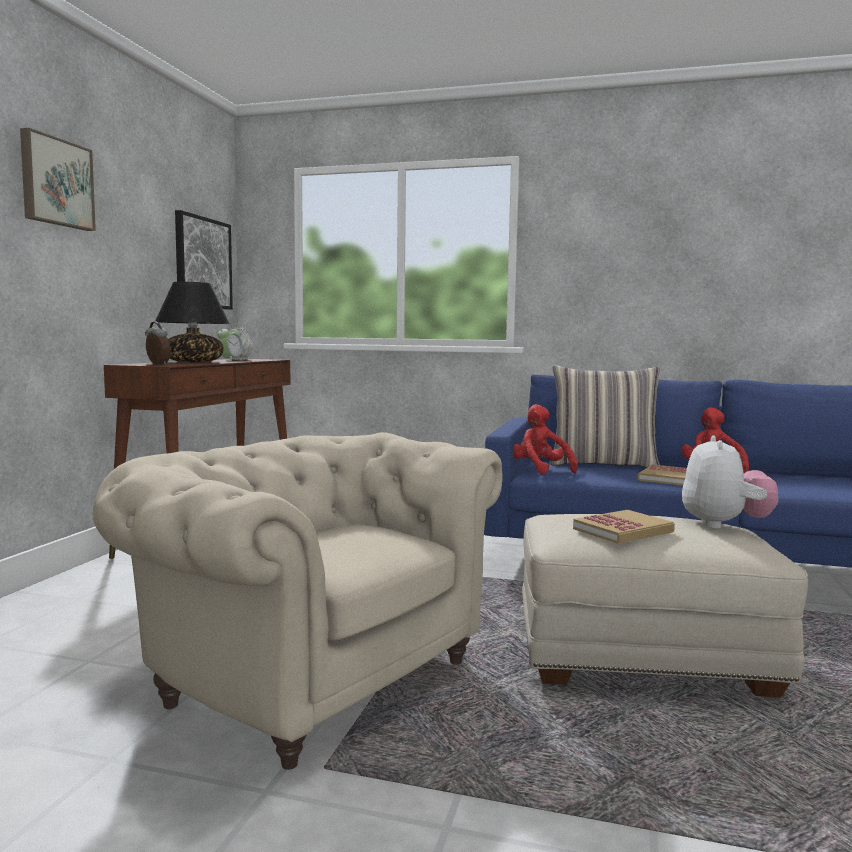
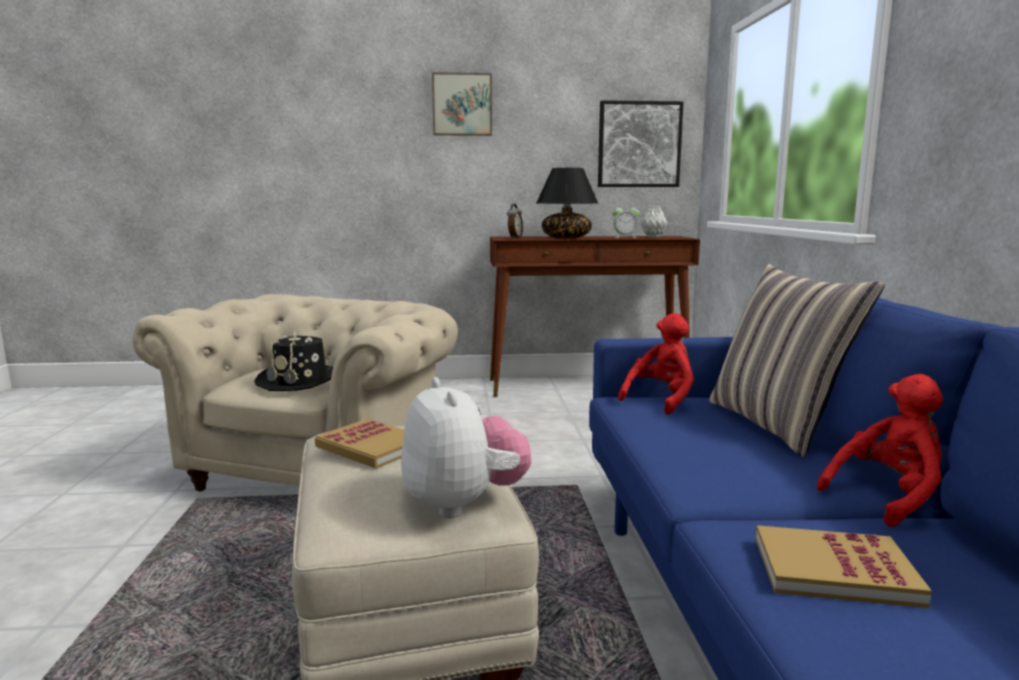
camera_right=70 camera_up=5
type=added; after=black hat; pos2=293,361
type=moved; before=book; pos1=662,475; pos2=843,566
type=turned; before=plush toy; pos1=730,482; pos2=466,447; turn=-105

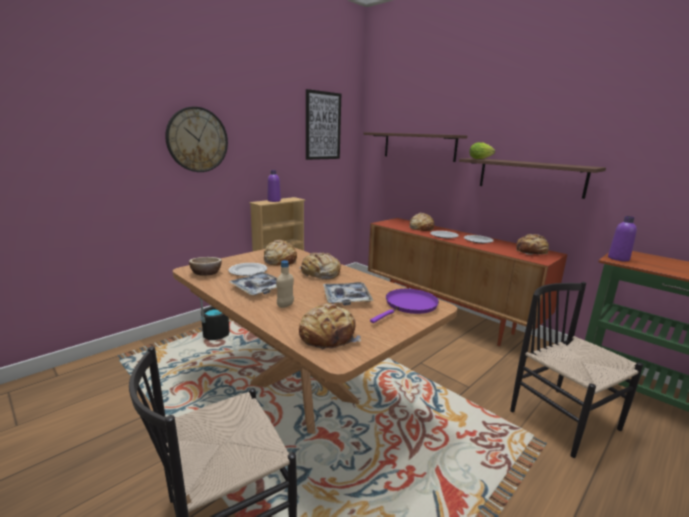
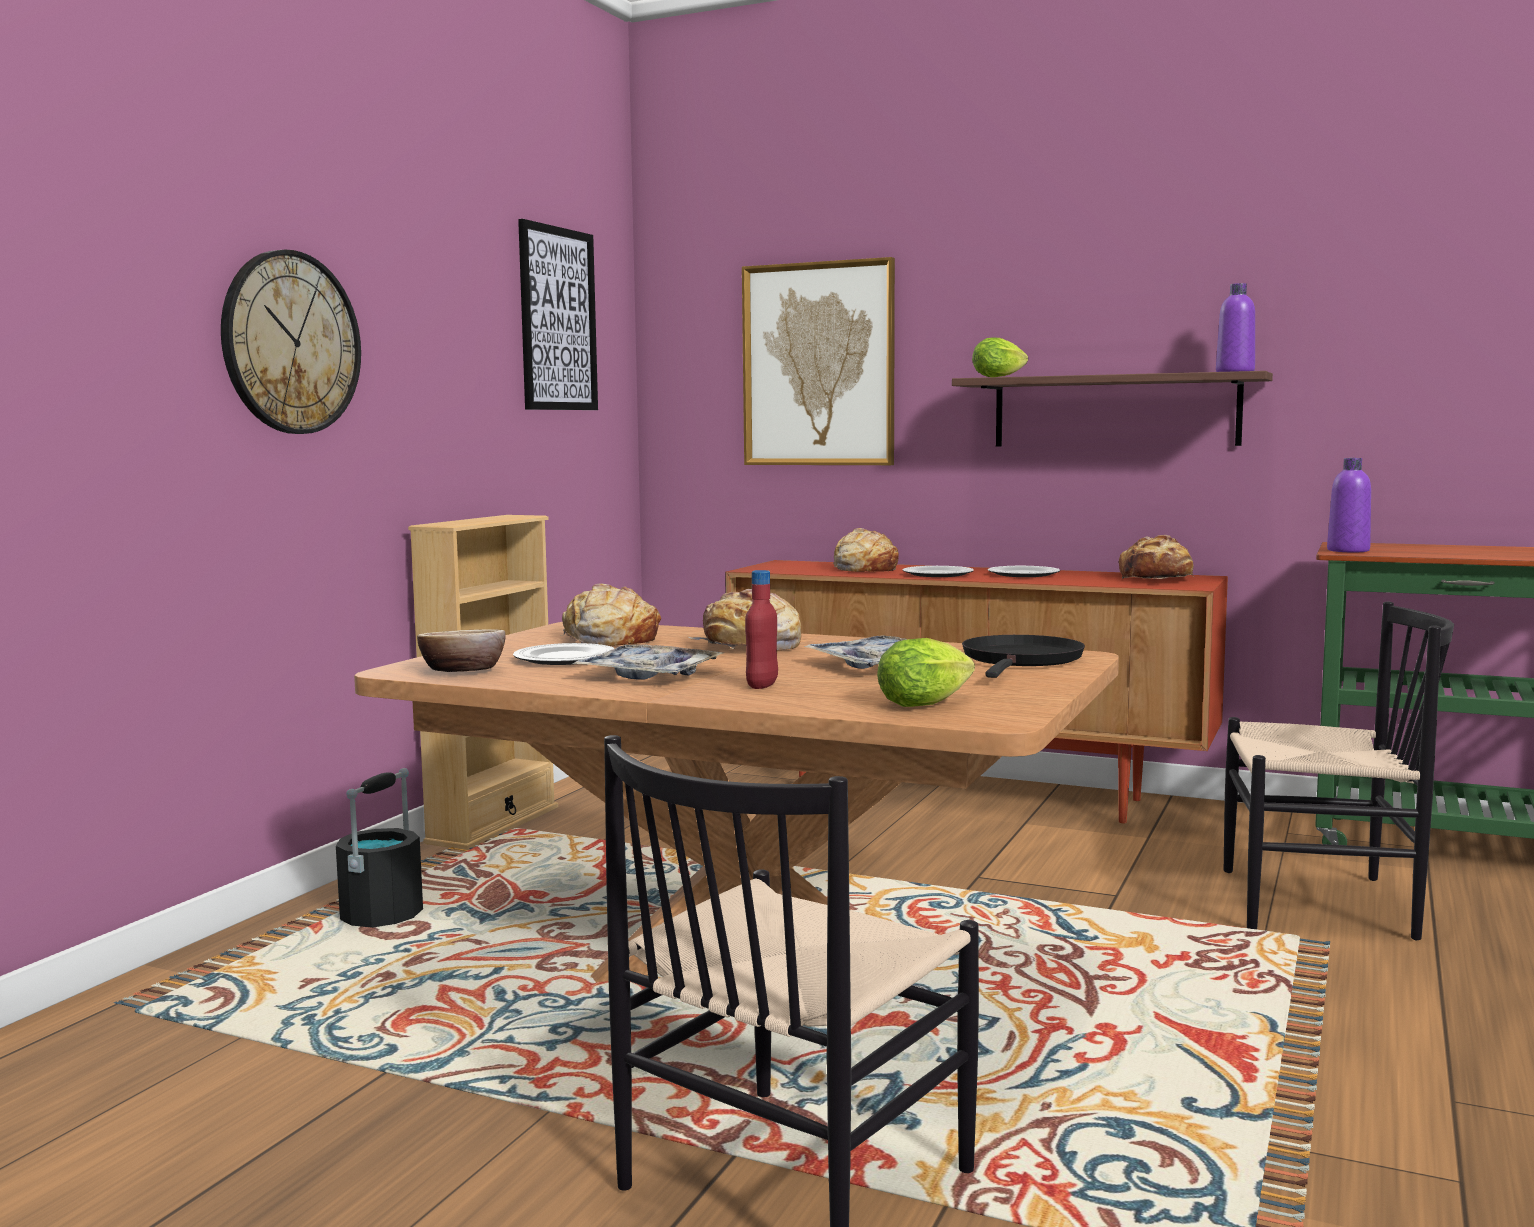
camera_right=-20 camera_up=-10
type=moved; before=purple bottle; pos1=274,186; pos2=1235,327
type=replaced; before=bread; after=lettuce; pos1=330,326; pos2=926,672
type=replaced; before=shelf; after=picture; pos1=415,147; pos2=818,361
type=recoloured; before=beige bottle; after=red bottle; pos1=285,284; pos2=761,629
type=recoloured; before=purple frying pan; after=black frying pan; pos1=404,306; pos2=1023,656
type=turned; before=black chair; pos1=576,370; pos2=1339,771; turn=150

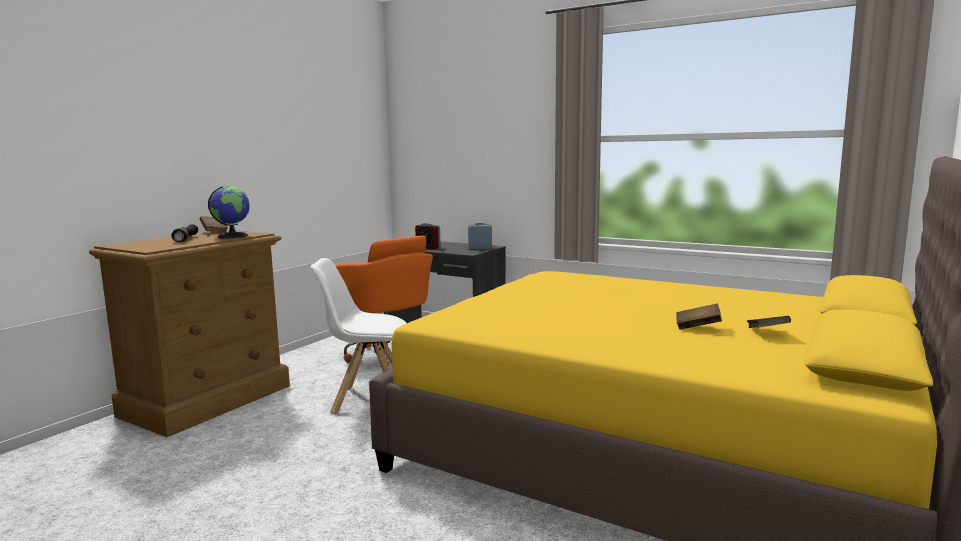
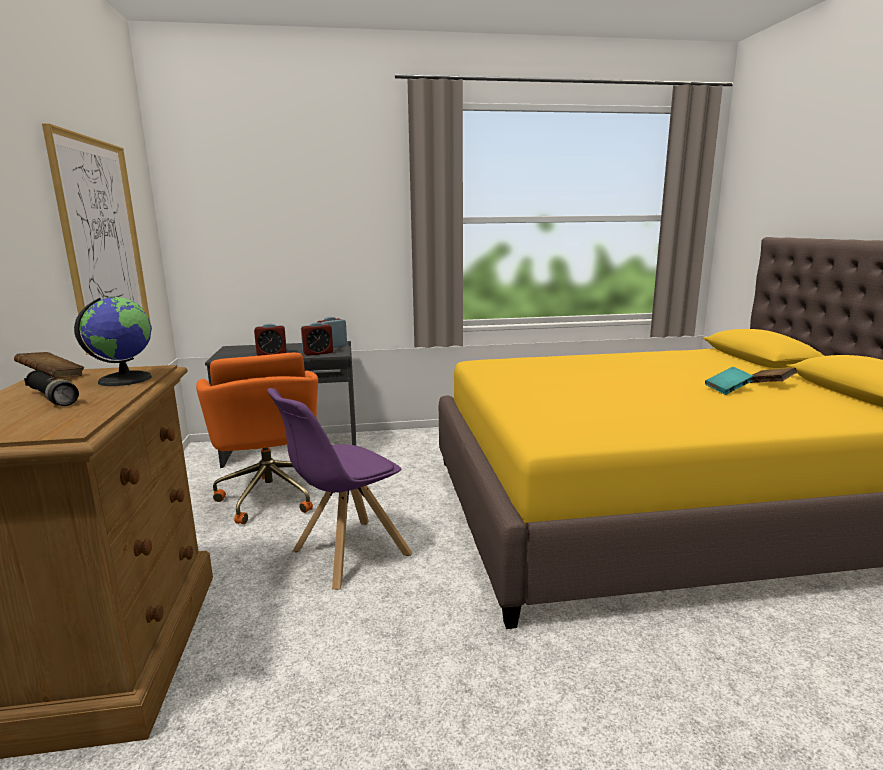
camera_right=-40 camera_up=5
type=added; after=picture; pos2=96,239
type=added; after=alarm clock; pos2=317,339
type=recoloured; before=white chair; after=purple chair; pos1=359,336; pos2=339,489
type=recoloured; before=brown book; after=turquoise book; pos1=699,316; pos2=729,381
type=turned; before=orange office chair; pos1=383,300; pos2=257,438; turn=60

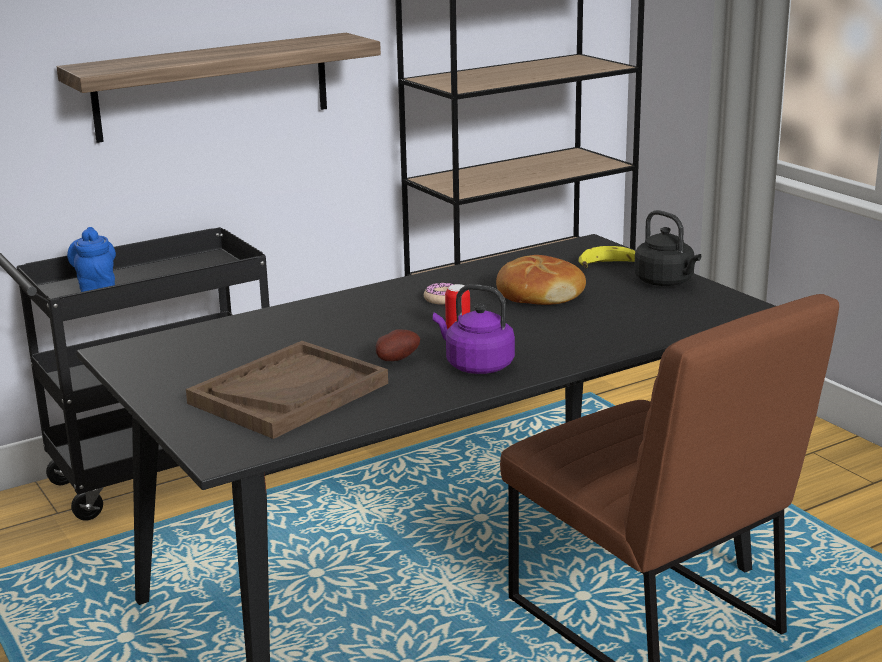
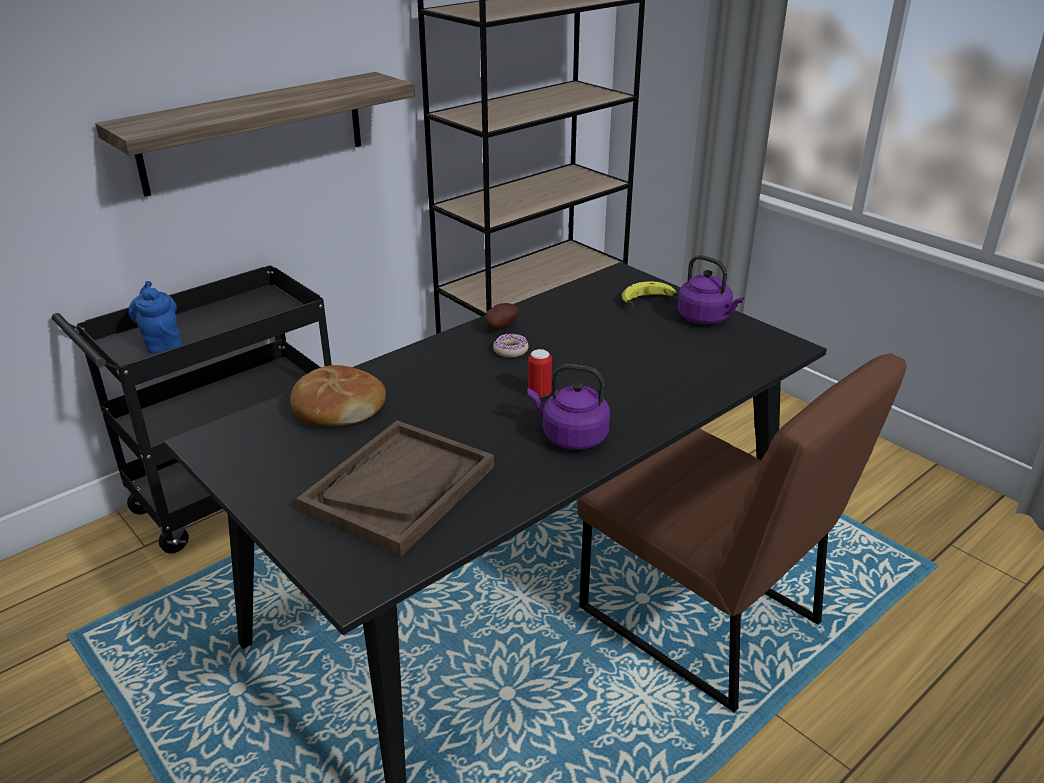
camera_right=-10 camera_up=10
type=moved; before=potato; pos1=398,345; pos2=502,316
type=moved; before=bread; pos1=541,280; pos2=338,395
type=recoloured; before=black kettle; after=purple kettle; pos1=667,248; pos2=710,290

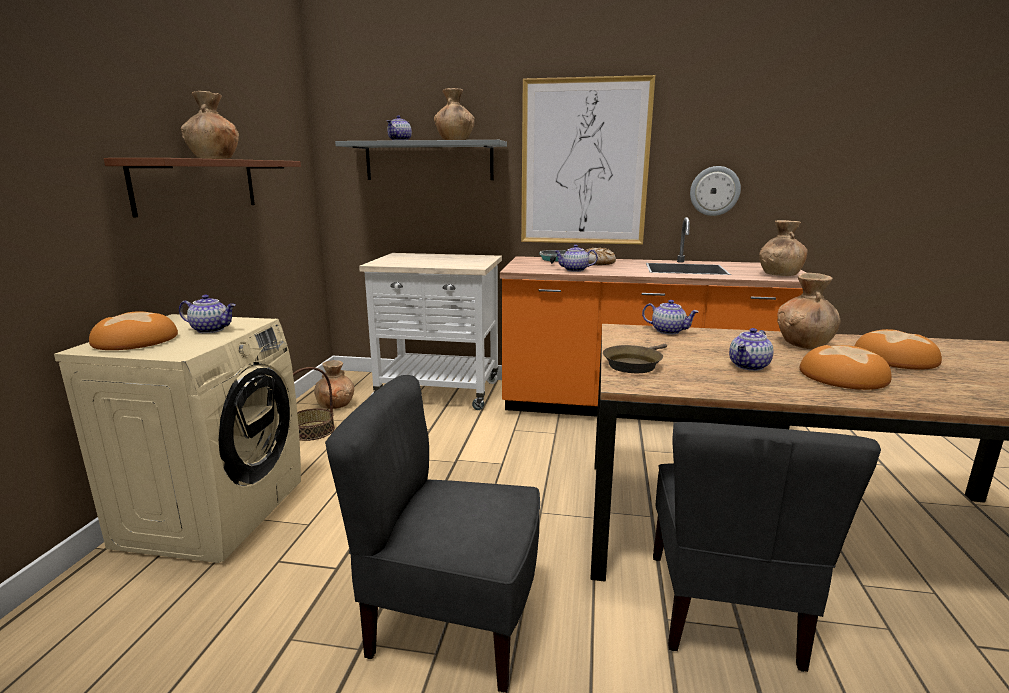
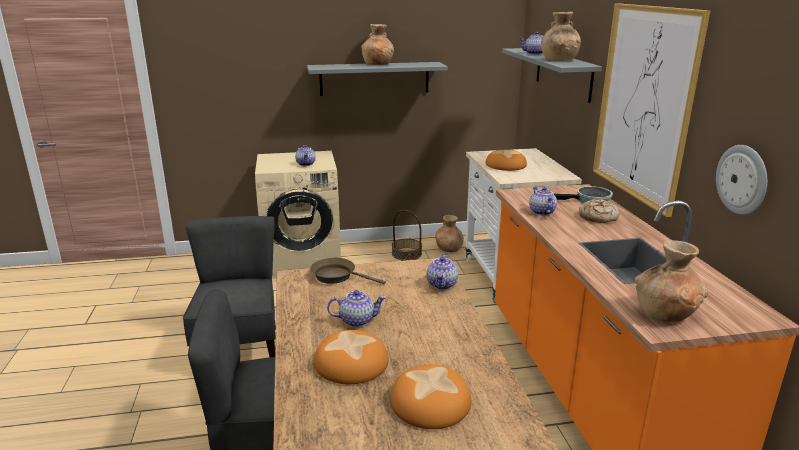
camera_right=70 camera_up=5
type=removed; before=brown vase; pos1=809,311
type=moved; before=bread; pos1=133,330; pos2=506,160
type=recoloured; before=brown shelf; after=grey shelf; pos1=202,188; pos2=377,79
type=turned; before=teapot; pos1=751,349; pos2=356,308; turn=150

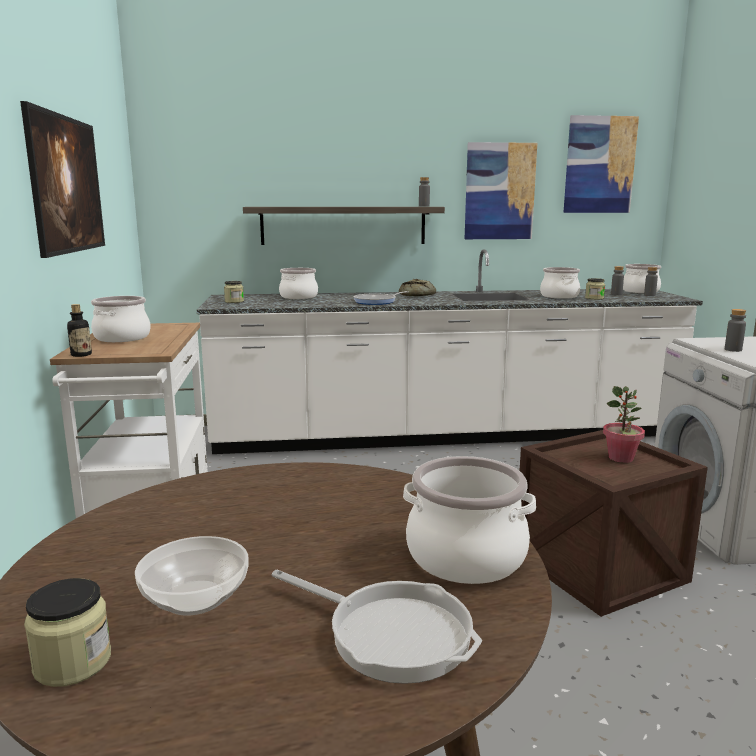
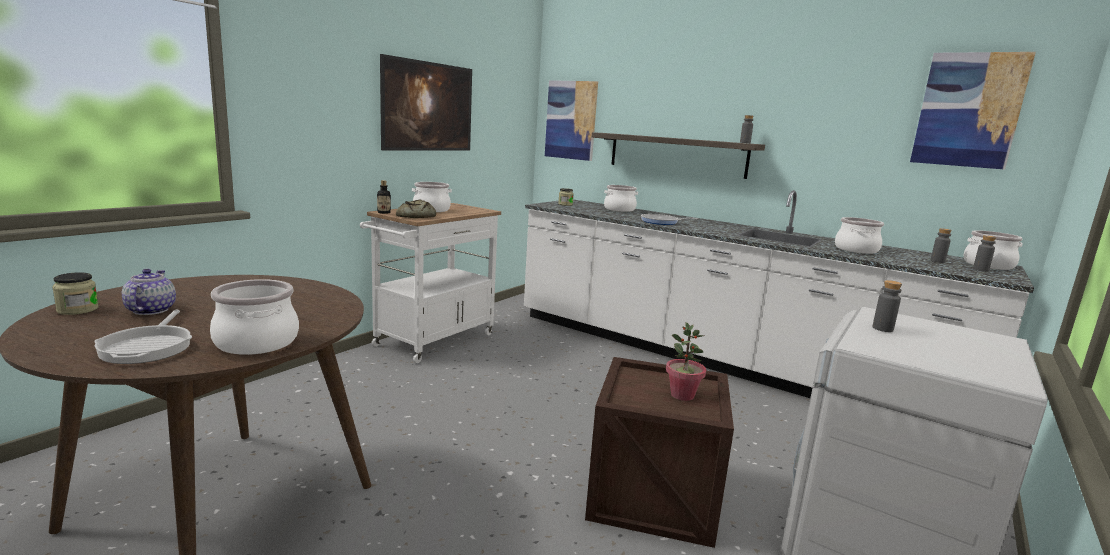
camera_right=40 camera_up=0
type=removed; before=jar; pos1=595,289
type=moved; before=bread; pos1=417,287; pos2=416,209
type=moved; before=picture; pos1=501,190; pos2=571,120
type=replaced; before=bowl; after=teapot; pos1=192,575; pos2=149,292

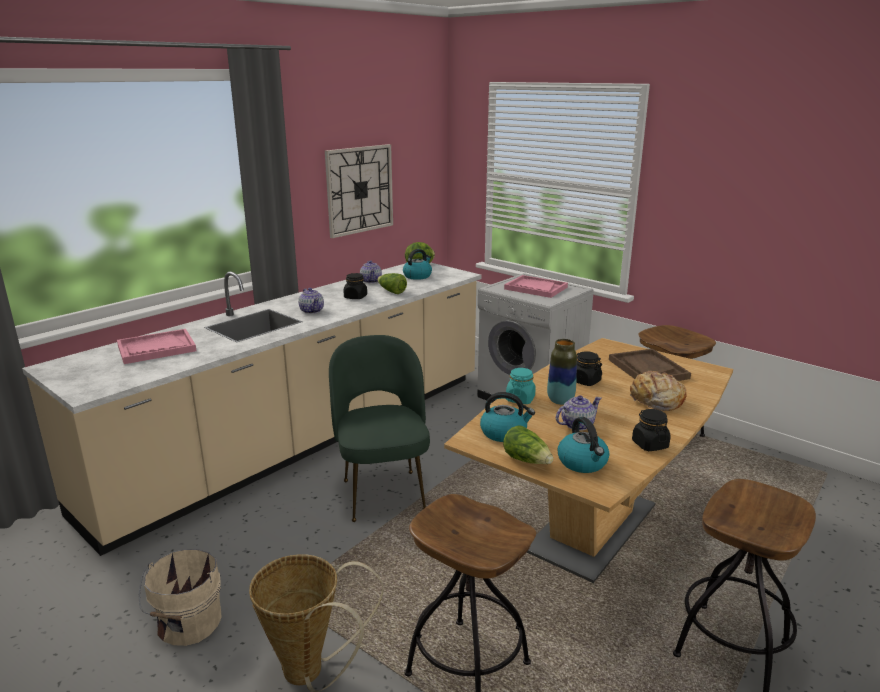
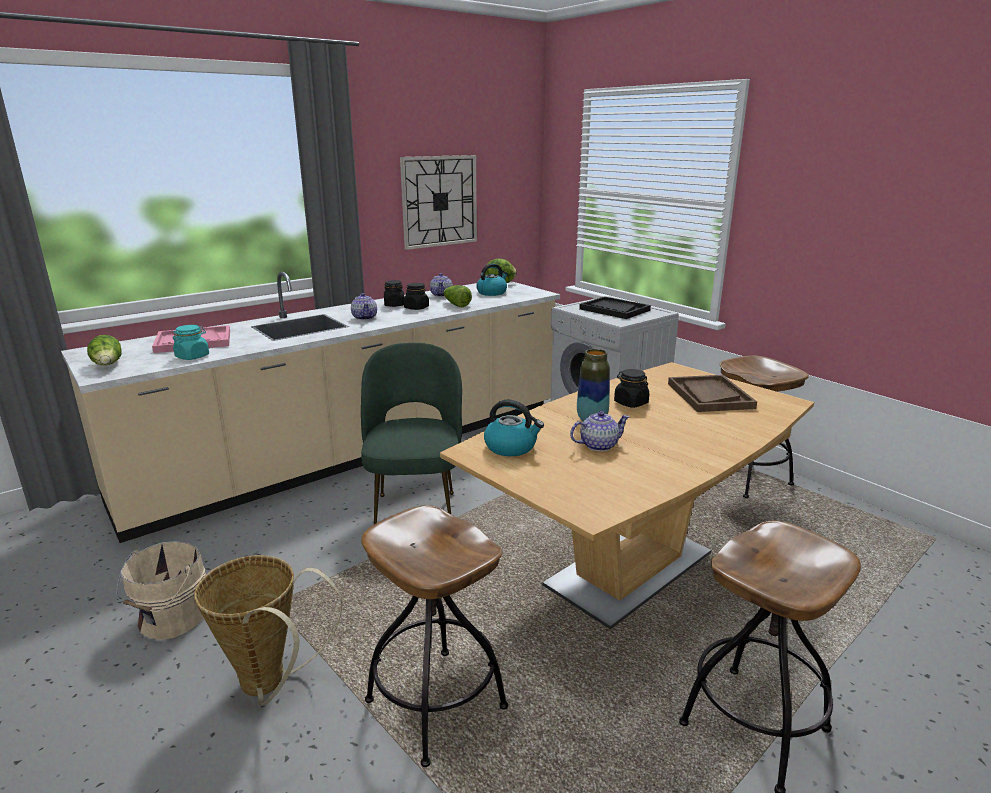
camera_right=10 camera_up=0
type=removed; before=kettle; pos1=583,445
type=removed; before=bread; pos1=658,391
type=moved; before=lettuce; pos1=528,444; pos2=104,350
type=moved; before=turquoise jar; pos1=521,386; pos2=191,342
type=moved; before=black jar; pos1=651,430; pos2=394,293
type=recoloured; before=pink tray; after=black tray; pos1=536,286; pos2=615,307

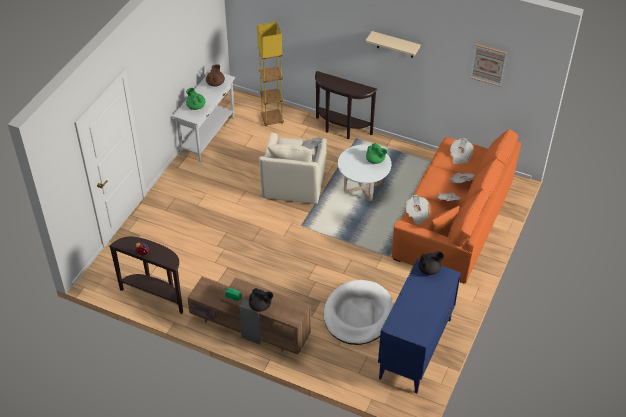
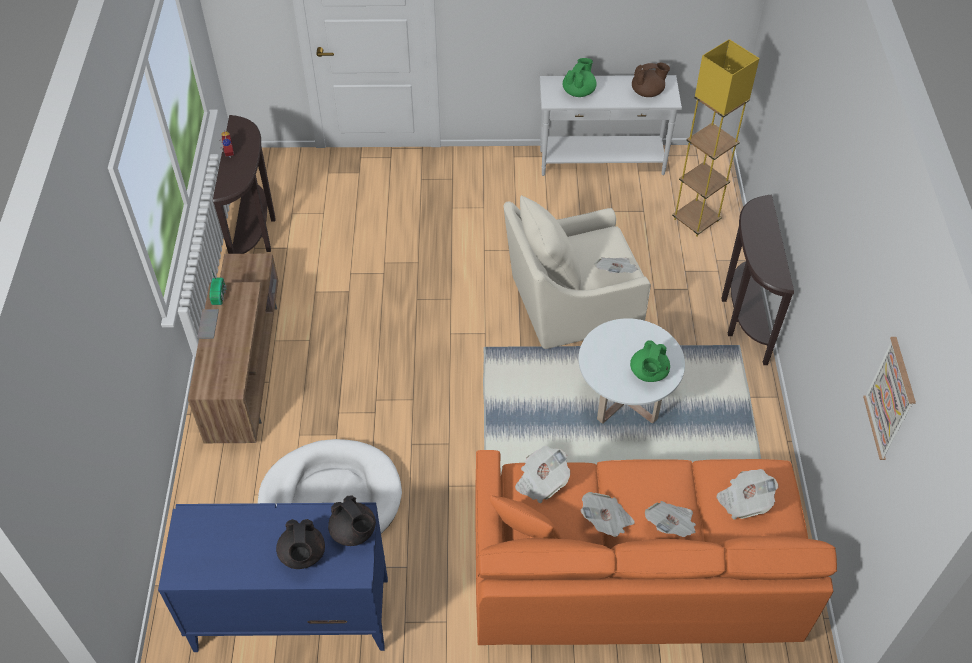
camera_right=65 camera_up=5
type=removed; before=beige shelf; pos1=393,44
type=moved; before=black teapot; pos1=261,299; pos2=300,544

